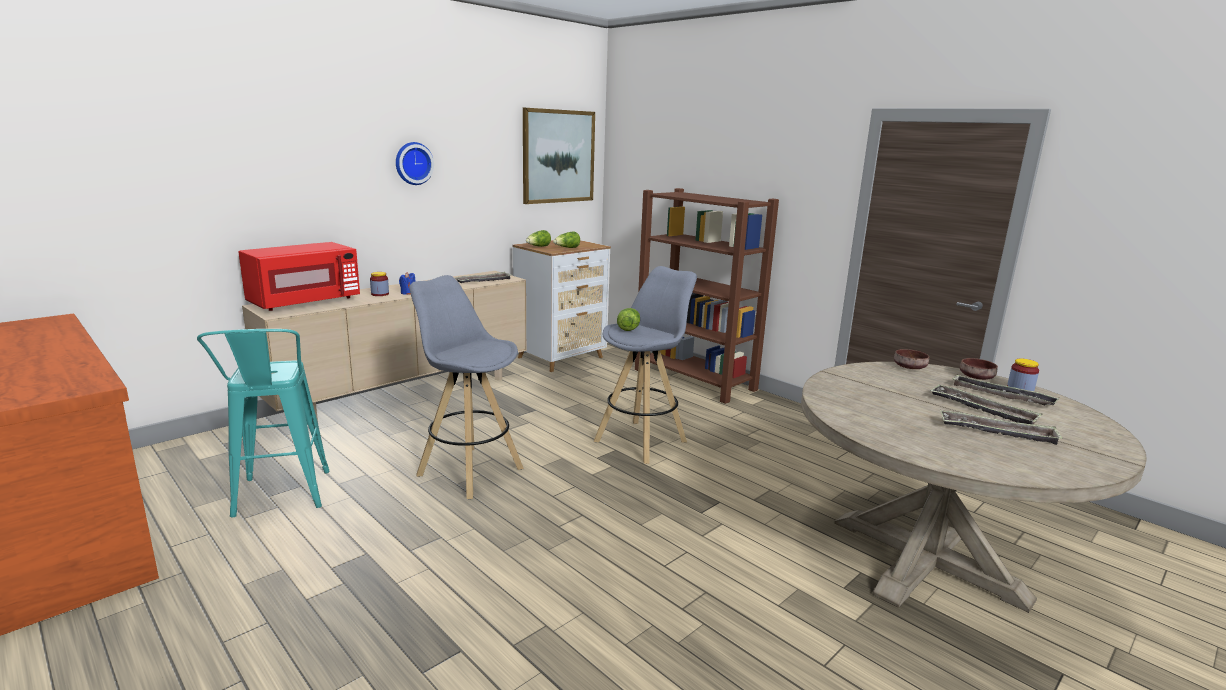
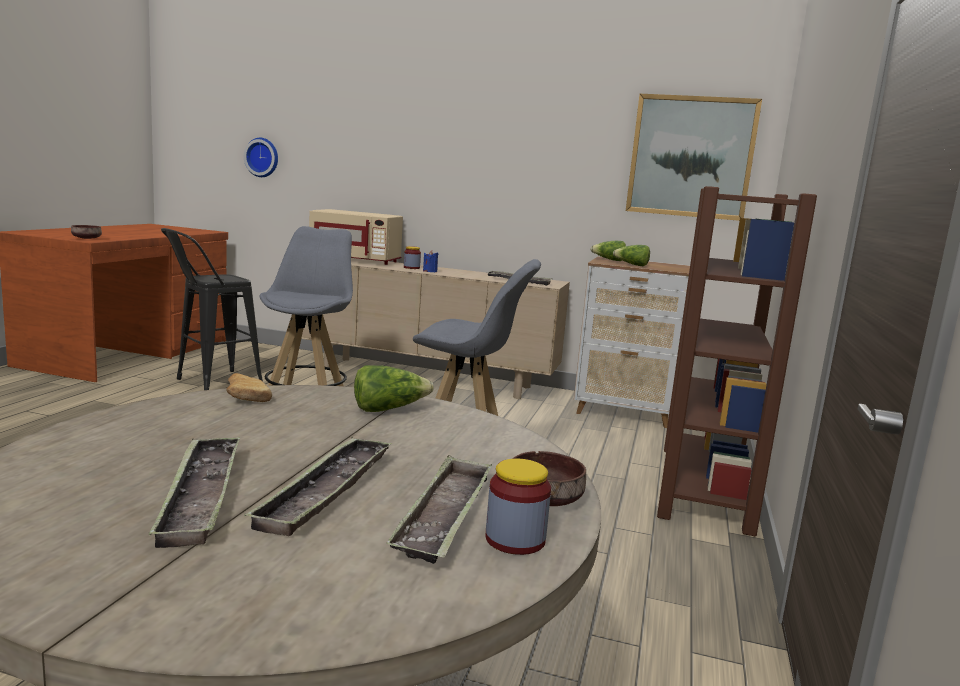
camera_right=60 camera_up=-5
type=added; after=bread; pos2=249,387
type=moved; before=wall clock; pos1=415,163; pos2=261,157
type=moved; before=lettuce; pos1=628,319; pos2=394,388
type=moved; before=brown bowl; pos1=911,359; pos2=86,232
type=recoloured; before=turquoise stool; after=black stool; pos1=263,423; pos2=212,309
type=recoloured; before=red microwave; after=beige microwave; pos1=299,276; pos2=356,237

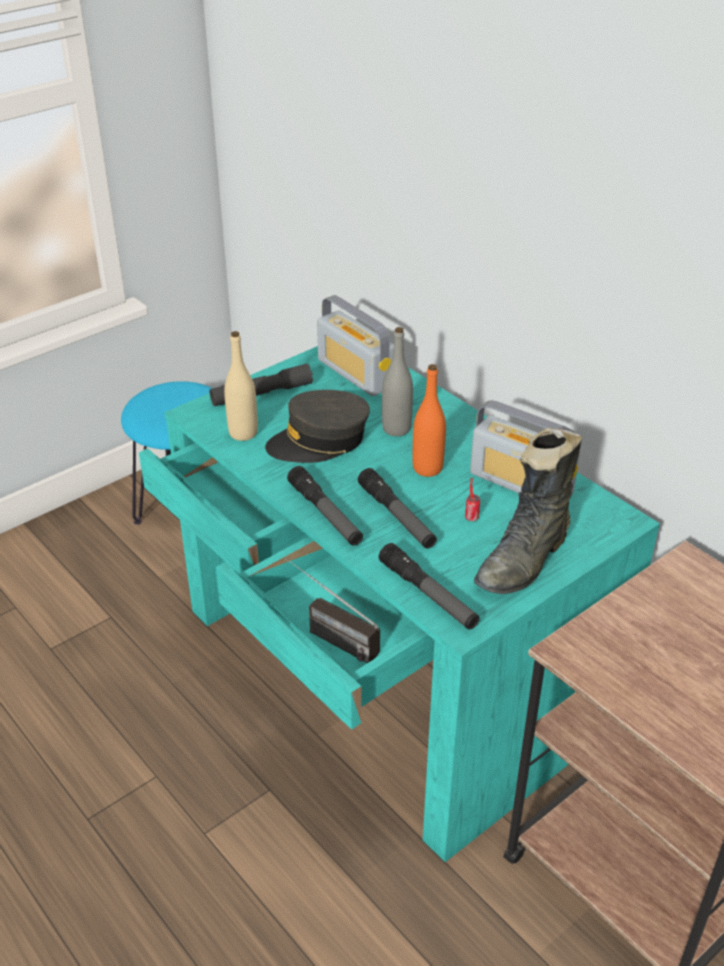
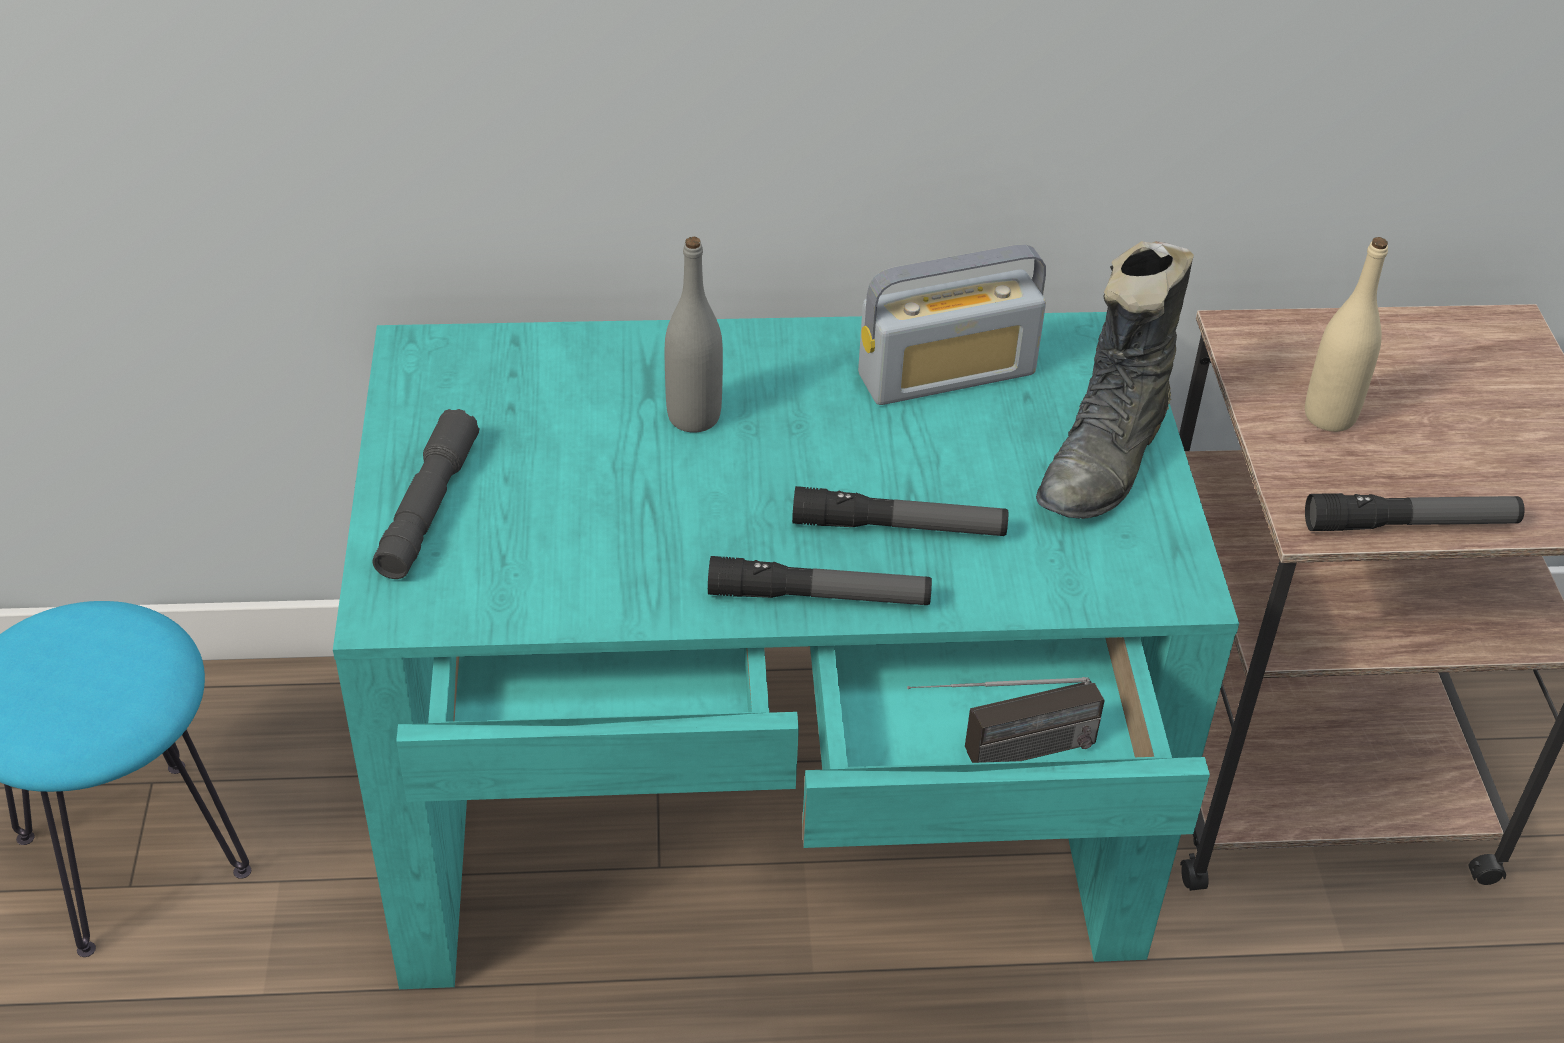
camera_right=-55 camera_up=5
type=removed; before=grey cap; pos1=317,426
type=removed; before=radio; pos1=355,345
type=removed; before=orange bottle; pos1=429,420
type=removed; before=can; pos1=472,499
type=moved; before=beige bottle; pos1=241,386; pos2=1346,334
type=moved; before=flashlight; pos1=429,586; pos2=1415,512
type=turned; before=black boot; pos1=528,511; pos2=1115,380; turn=45

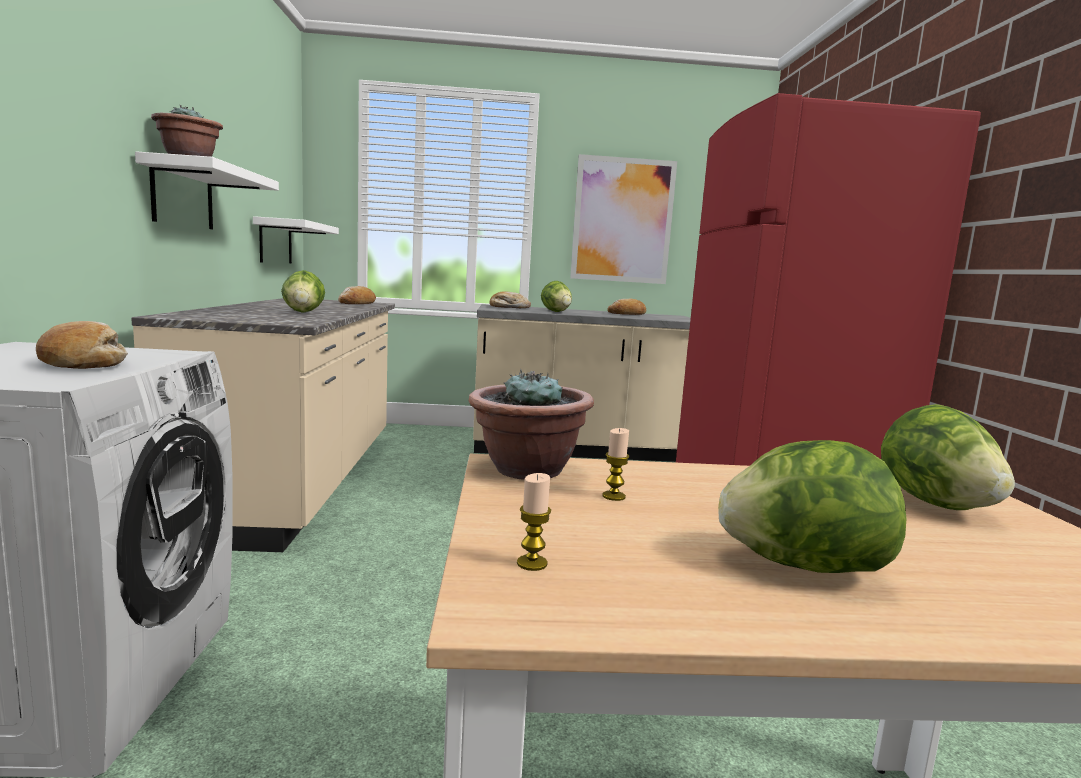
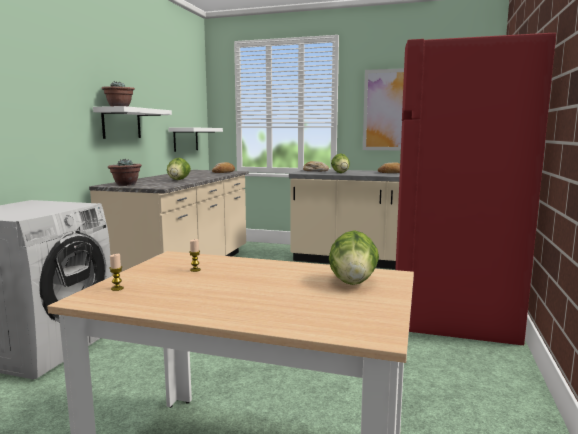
camera_right=20 camera_up=0
type=removed; before=bread; pos1=82,345
type=removed; before=lettuce; pos1=812,506
type=moved; before=potted plant; pos1=531,424; pos2=125,172

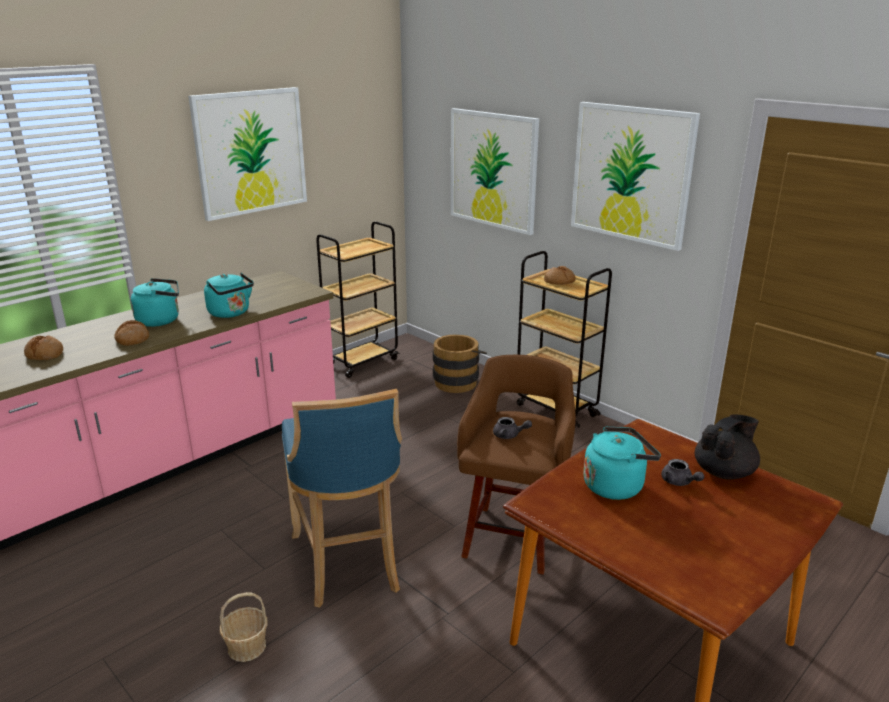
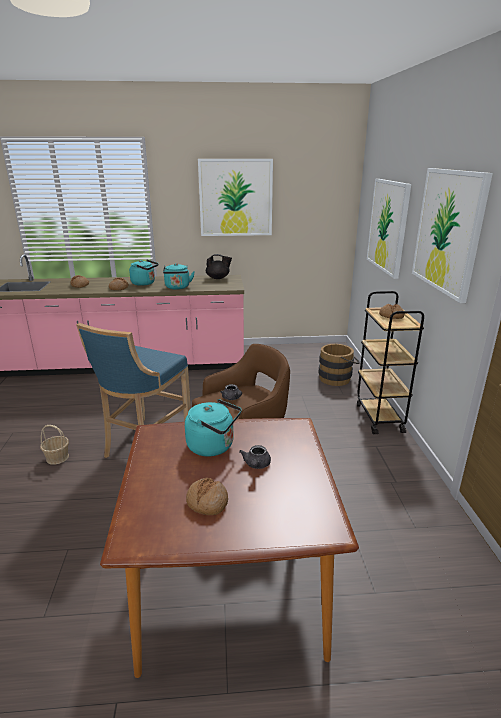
camera_right=40 camera_up=0
type=removed; before=brown cart; pos1=358,299
type=added; after=bread; pos2=207,496
type=moved; before=black teapot; pos1=727,447; pos2=219,266

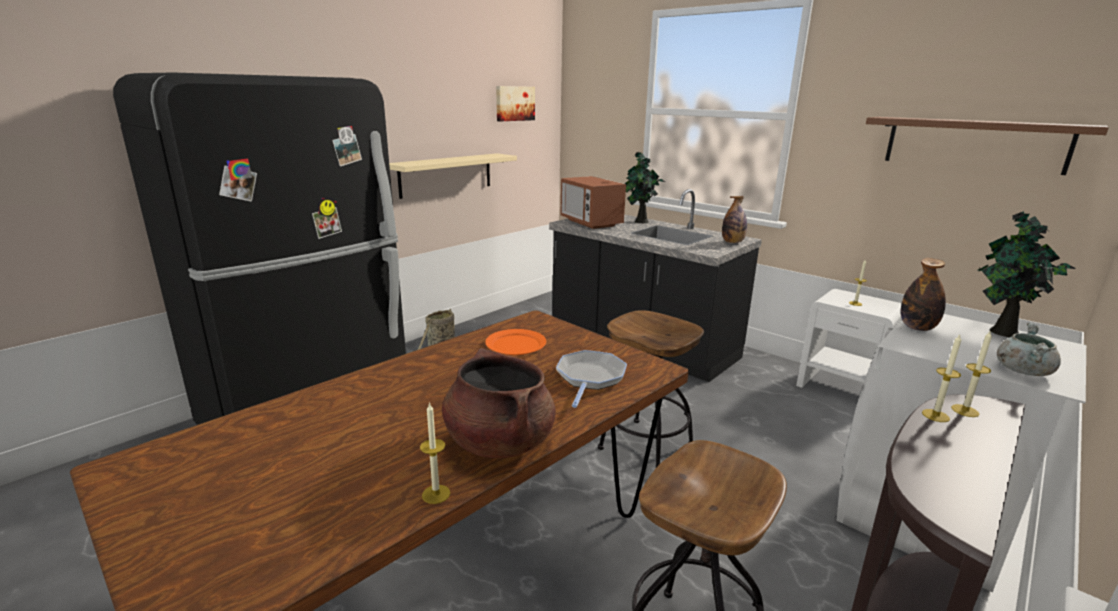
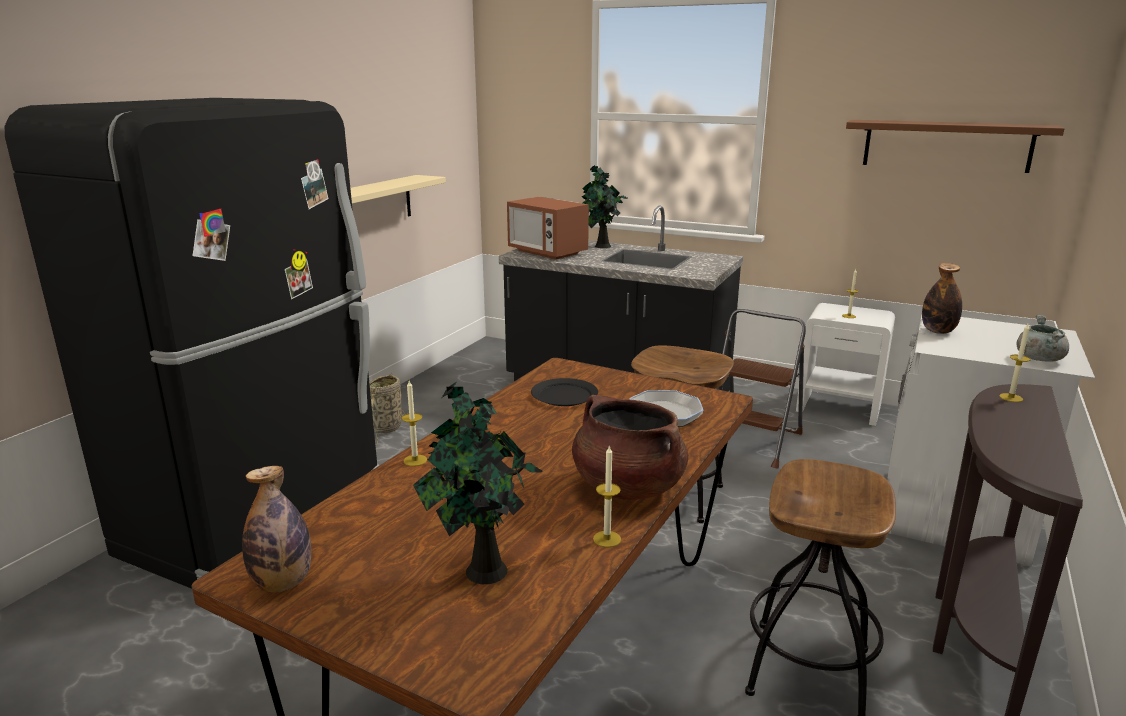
camera_right=-15 camera_up=0
type=removed; before=picture; pos1=515,103
type=added; after=brown step ladder; pos2=761,388
type=moved; before=bottle; pos1=734,219; pos2=276,529
type=moved; before=candle; pos1=941,378; pos2=414,423
type=moved; before=potted plant; pos1=1026,274; pos2=478,483
type=recoloured; before=orange plate; after=black plate; pos1=515,342; pos2=564,392

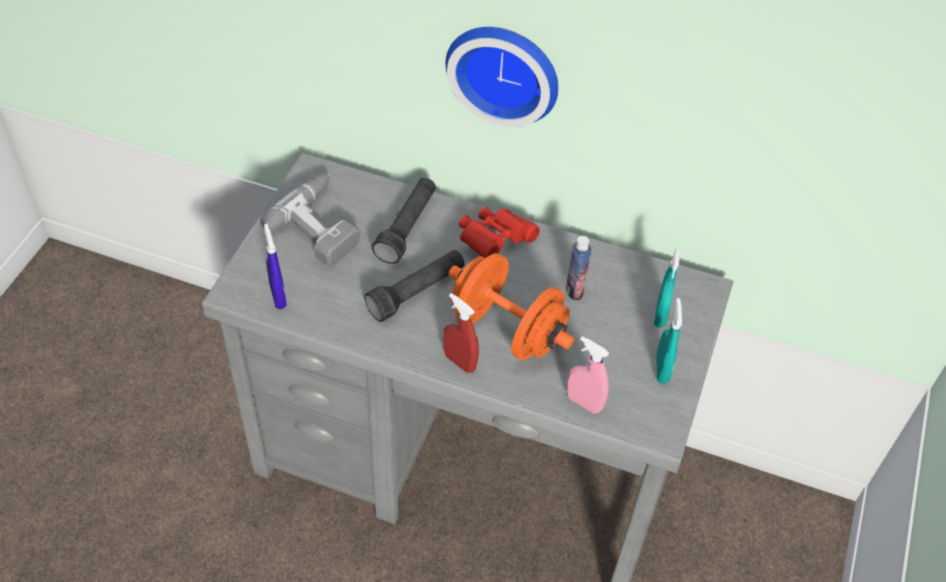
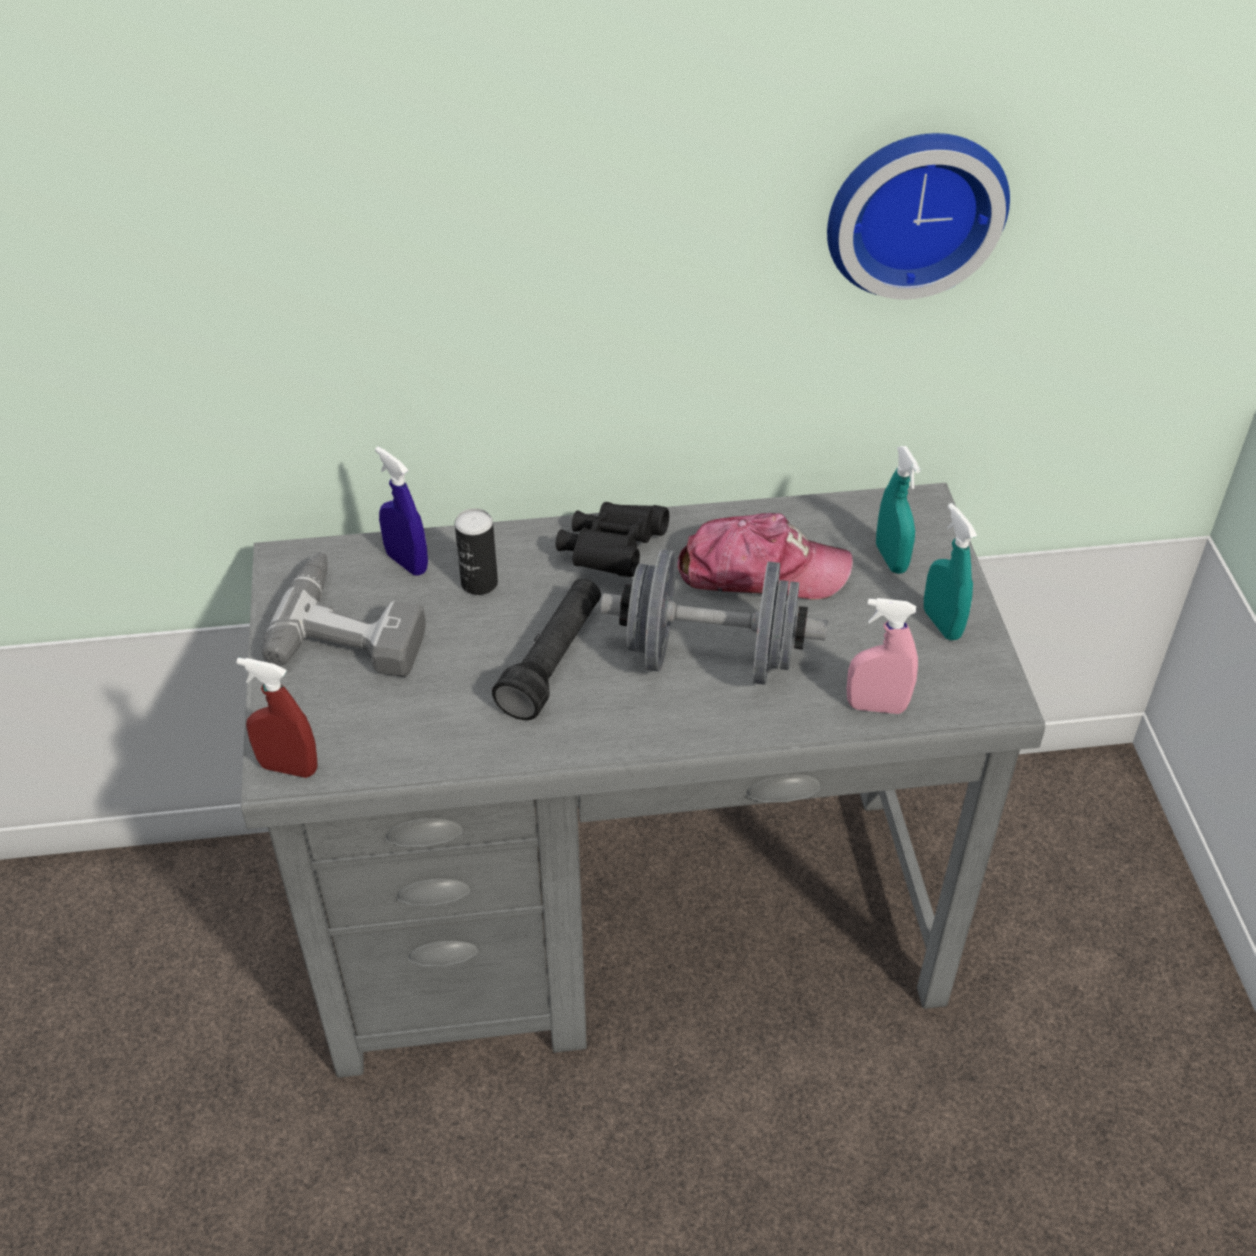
camera_right=-25 camera_up=-5
type=moved; before=blue spray bottle; pos1=275,266; pos2=401,511
type=moved; before=red spray bottle; pos1=461,333; pos2=277,718
type=moved; before=wall clock; pos1=502,77; pos2=918,216
type=replaced; before=black flashlight; after=can; pos1=404,221; pos2=476,551
type=replaced; before=bottle; after=cap; pos1=578,268; pos2=765,556
type=recoloured; before=orange dumbbell; after=grey dumbbell; pos1=511,306; pos2=714,617
type=recoloured; before=red binoculars; after=black binoculars; pos1=499,232; pos2=612,539

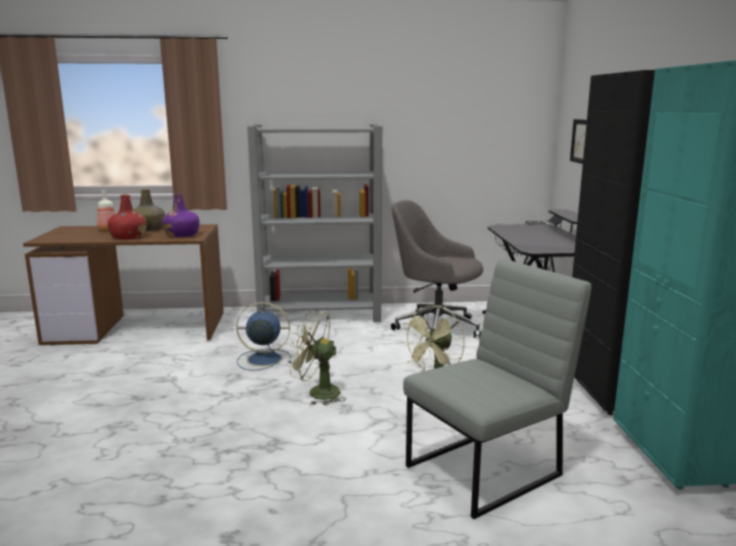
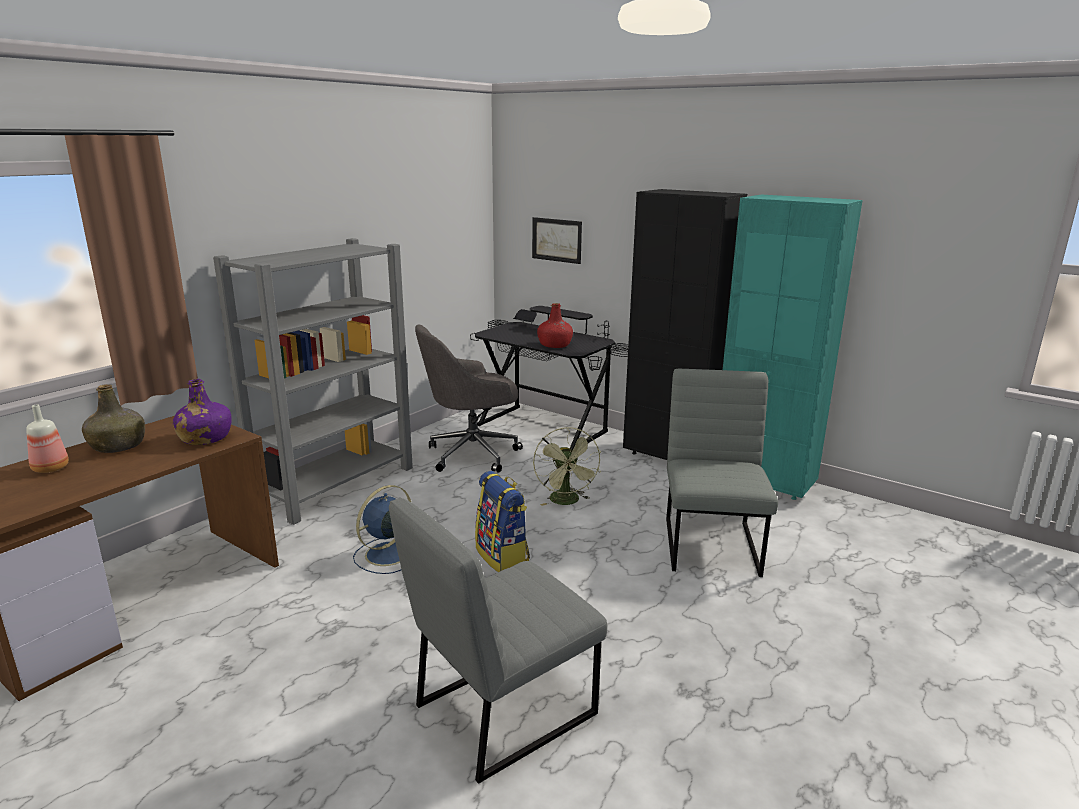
camera_right=-50 camera_up=5
type=added; after=grey chair; pos2=498,641
type=moved; before=red bottle; pos1=127,217; pos2=555,325
type=replaced; before=green fan; after=backpack; pos1=316,358; pos2=502,521

